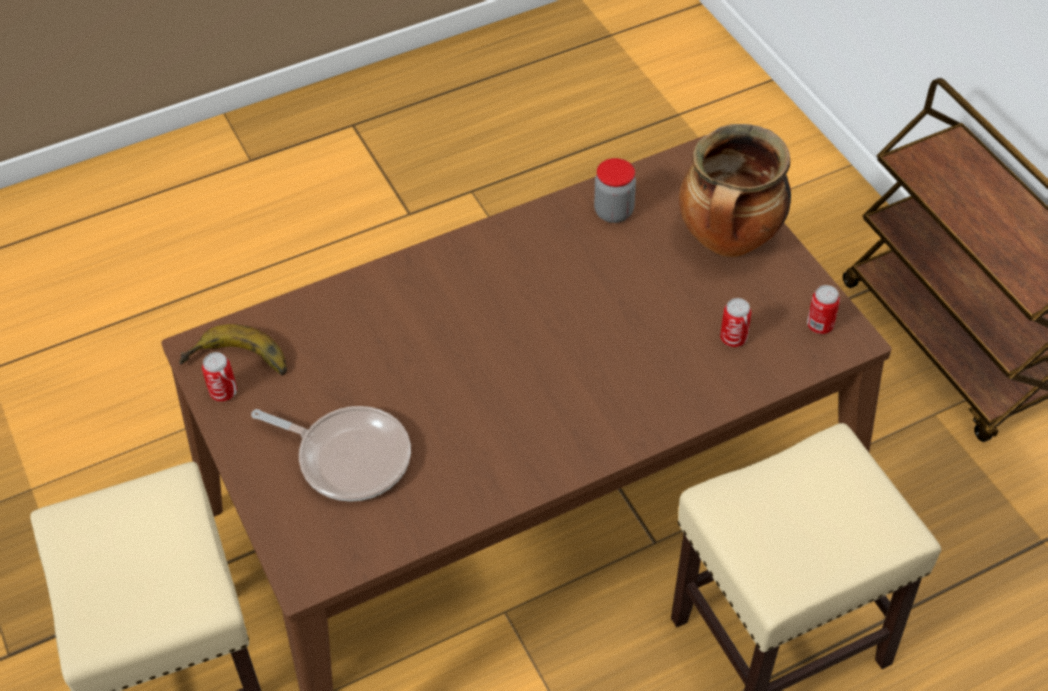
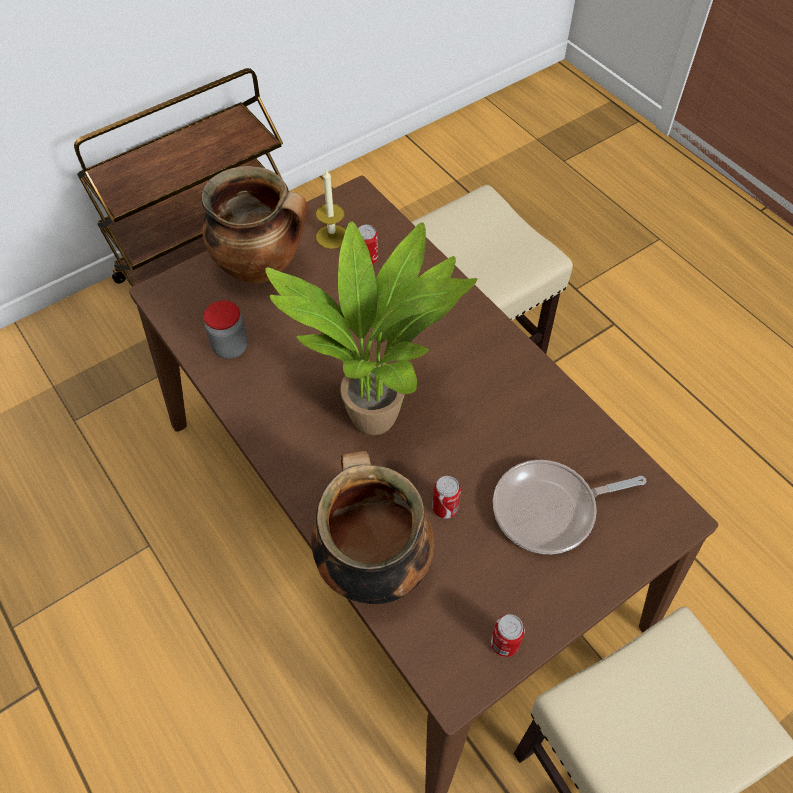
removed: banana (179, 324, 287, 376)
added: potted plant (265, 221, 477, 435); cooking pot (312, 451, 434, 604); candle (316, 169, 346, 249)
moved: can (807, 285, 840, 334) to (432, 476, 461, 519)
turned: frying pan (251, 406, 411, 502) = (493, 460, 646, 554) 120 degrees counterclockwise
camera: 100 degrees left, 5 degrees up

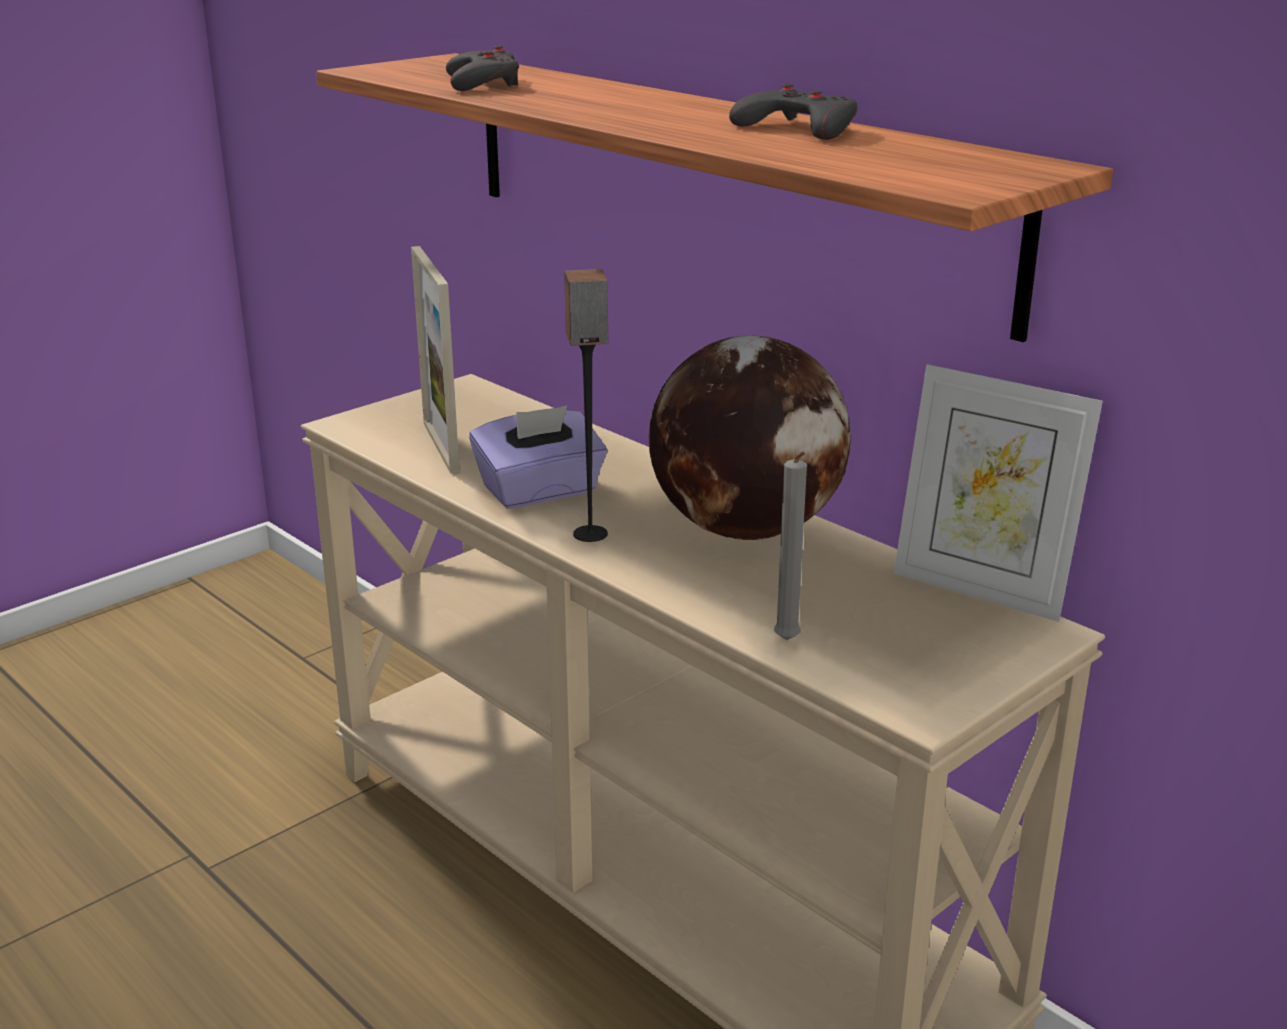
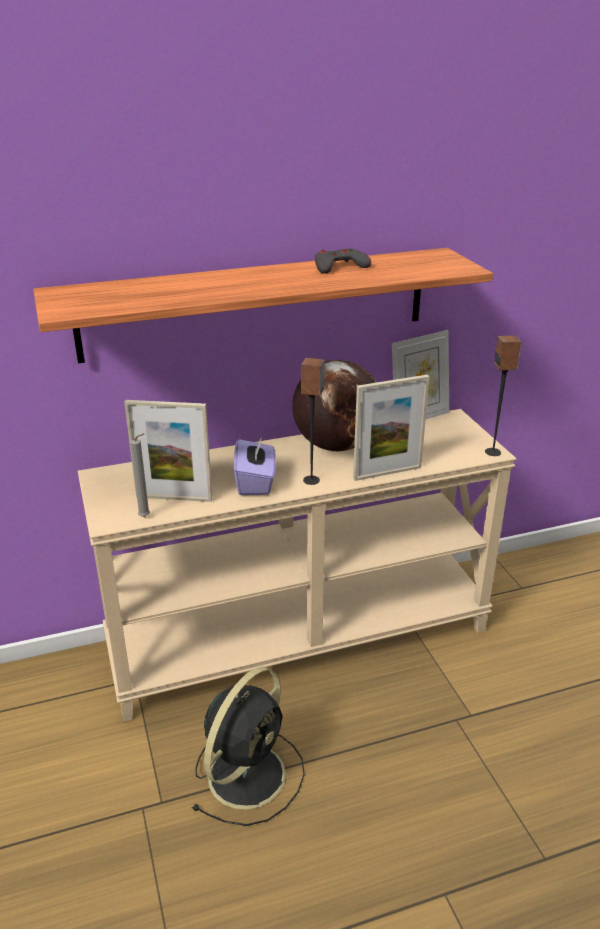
removed: game controller (grey) (446, 46, 519, 91)
added: fan (black) (191, 667, 305, 826); picture frame (353, 375, 430, 481); speaker (485, 335, 521, 456)
moved: candle (grey) (774, 451, 807, 640) to (130, 433, 150, 517)
camera: 65 degrees left, 5 degrees up

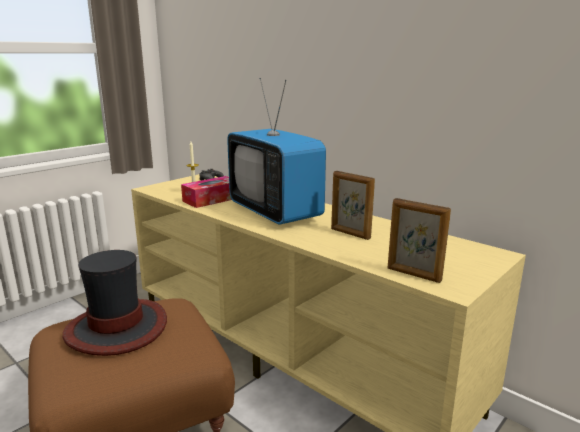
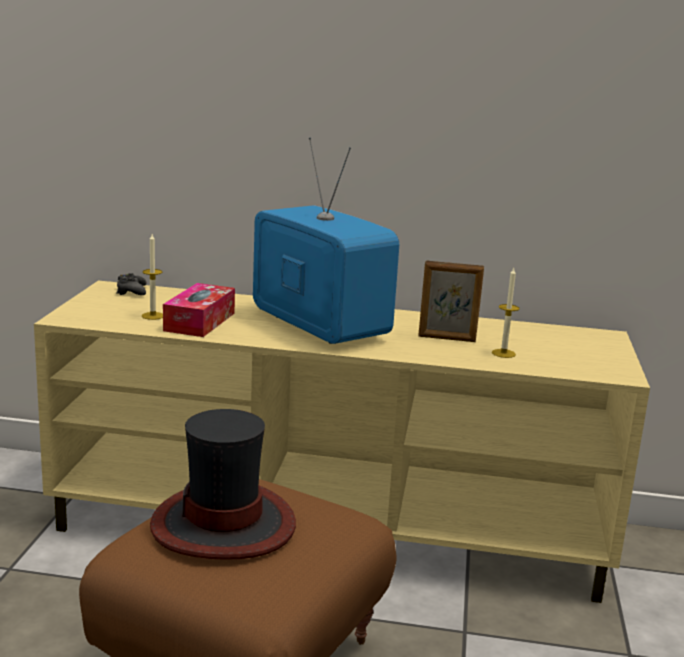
removed: picture frame (388, 198, 451, 283)
added: candle (492, 268, 520, 358)
turned: television (227, 78, 326, 225) = (253, 138, 399, 344) 150 degrees counterclockwise
camera: 35 degrees left, 0 degrees up

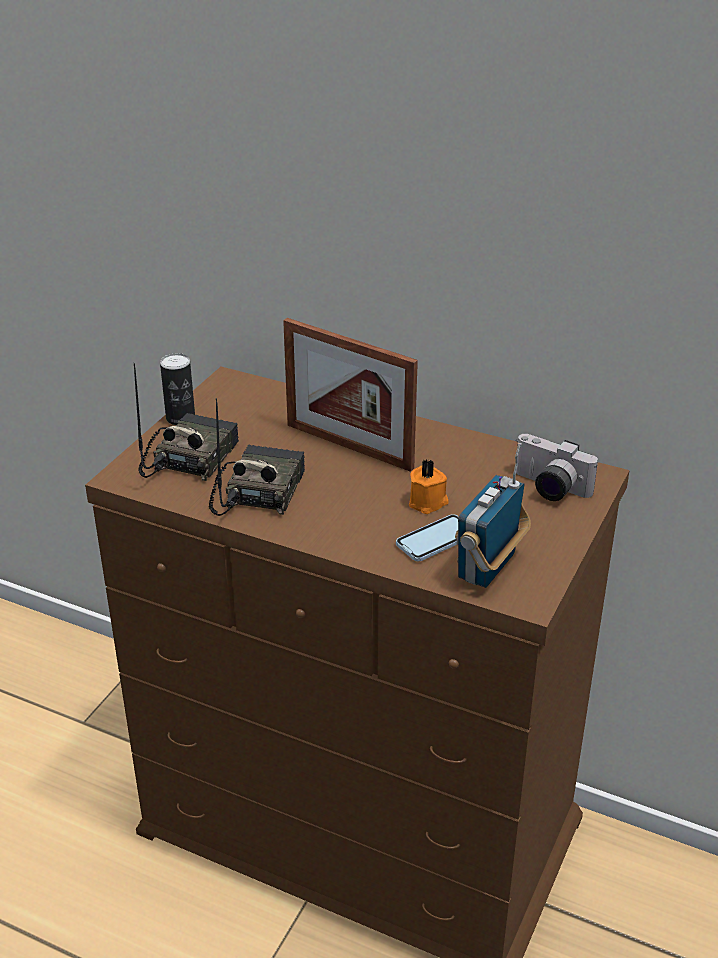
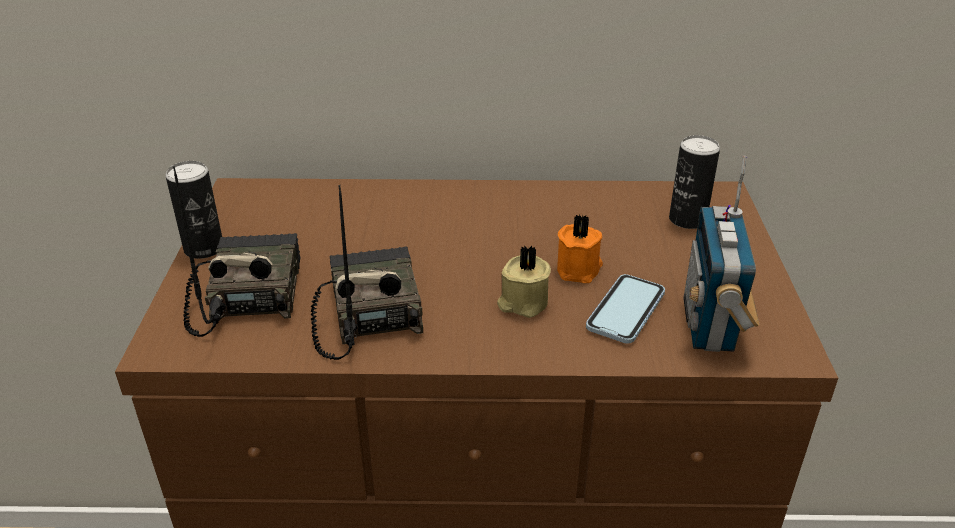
removed: picture frame (283, 318, 418, 472)
added: candle (beige) (497, 245, 551, 318)
replaced: photo camera (516, 434, 598, 501) to can (669, 135, 720, 229)
camera: 25 degrees left, 0 degrees up

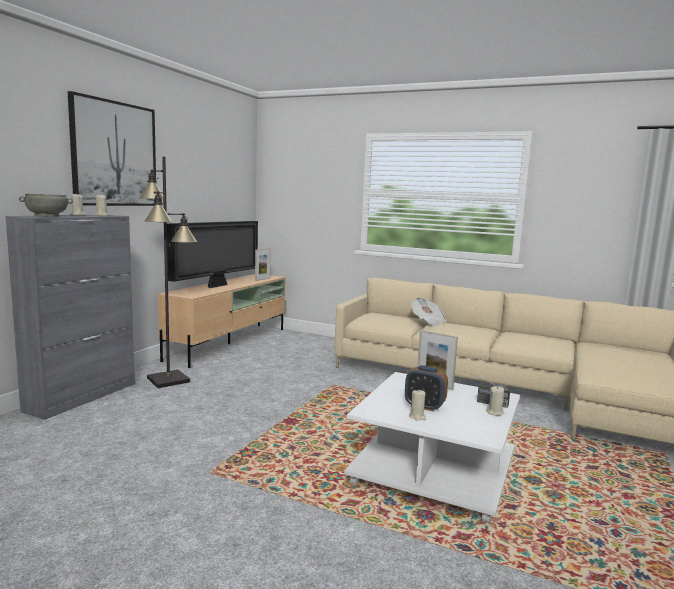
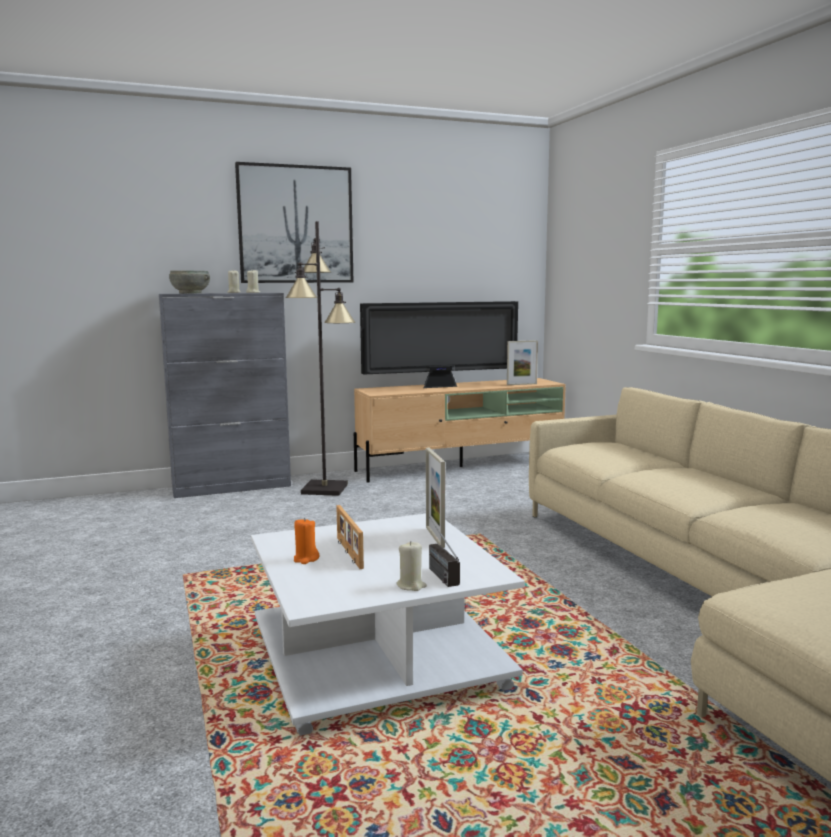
removed: newspaper (411, 298, 447, 326)
replaced: alarm clock (405, 365, 448, 411) to picture frame (336, 505, 364, 569)
recoloured: candle (beige) (409, 389, 426, 421) to candle (orange) (294, 518, 319, 564)
camera: 45 degrees right, 0 degrees up

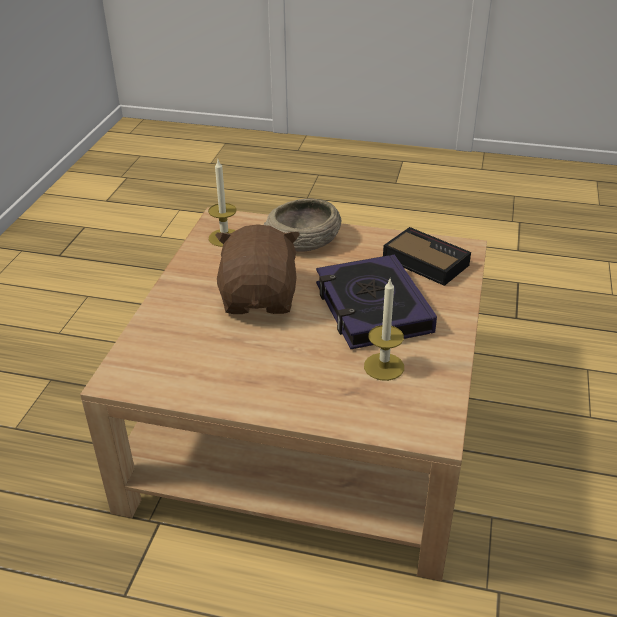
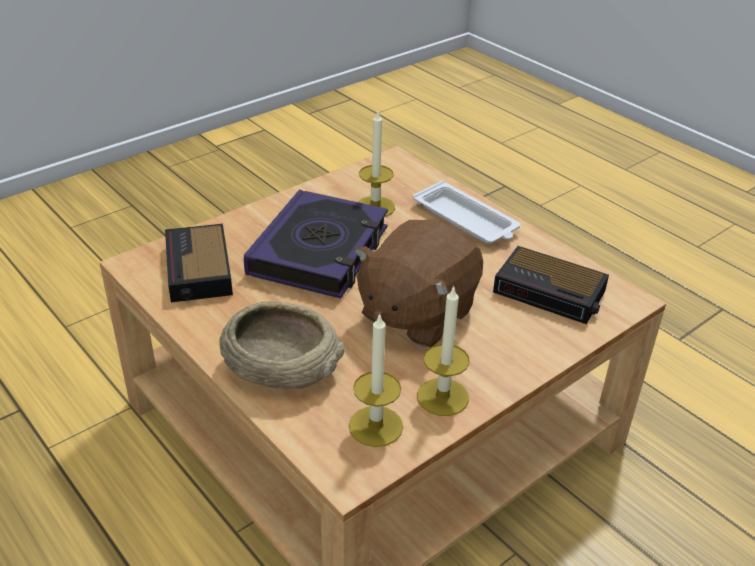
added: tray (white) (413, 181, 521, 244); candle (417, 285, 470, 416); alarm clock (493, 246, 609, 324)
camera: 145 degrees left, 0 degrees up

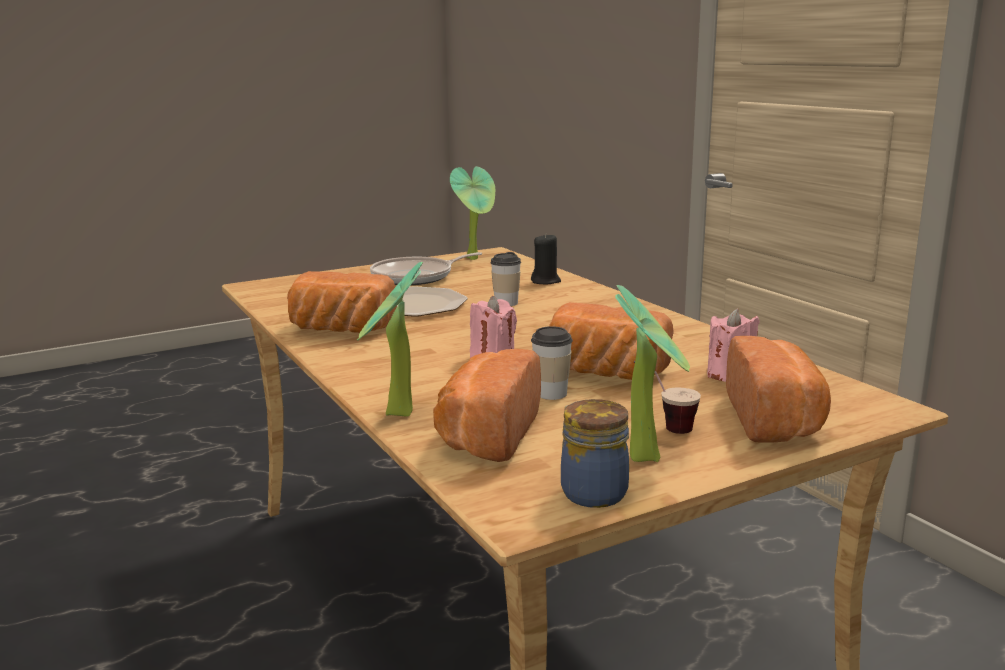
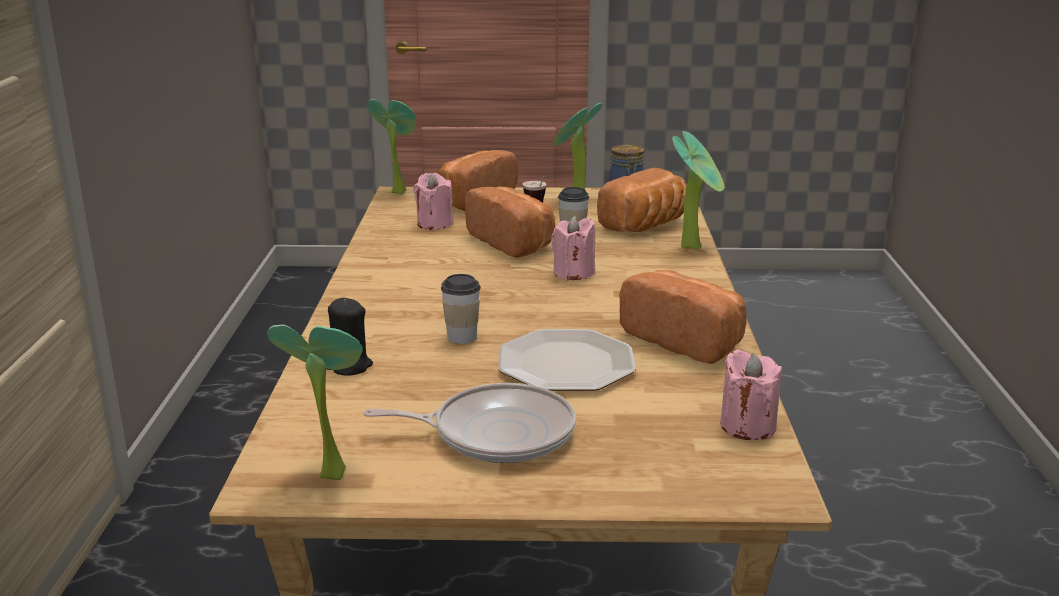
added: potted plant (367, 99, 416, 194); candle (pink) (720, 350, 782, 440)
camera: 150 degrees left, 5 degrees up

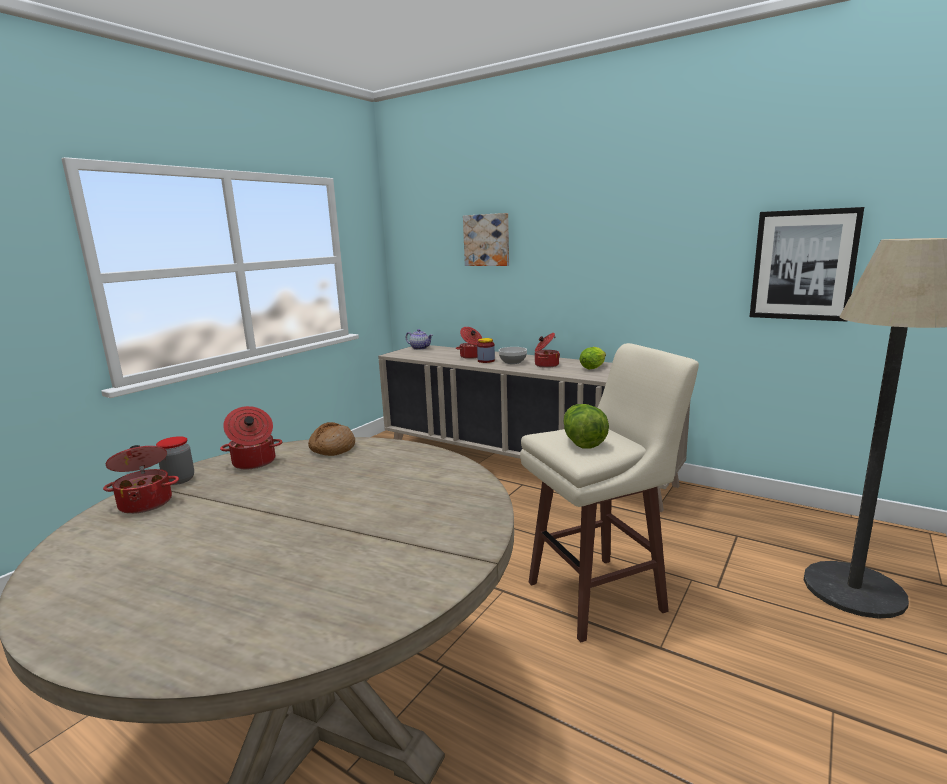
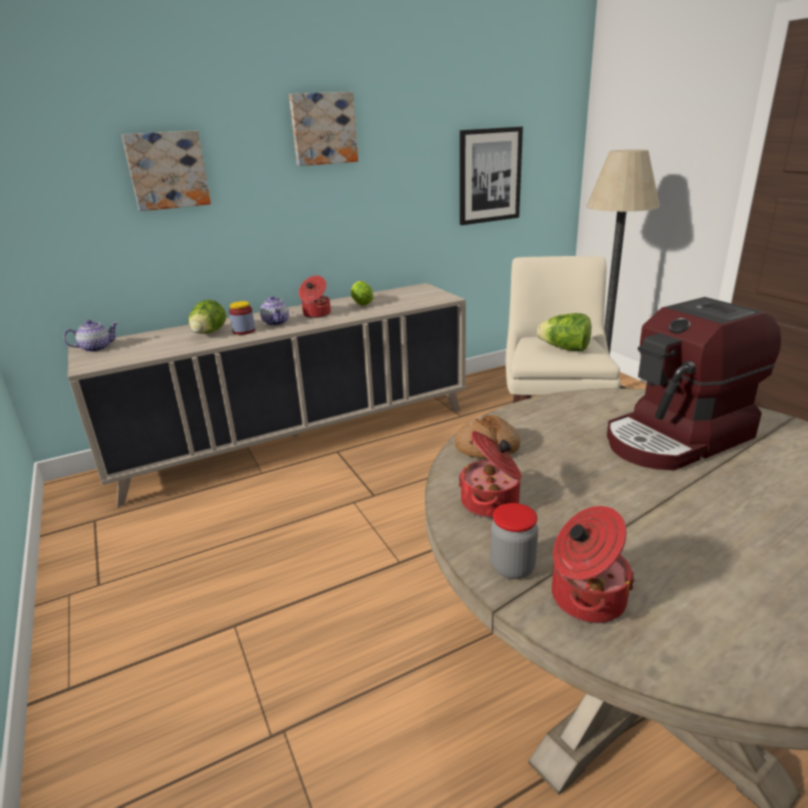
added: picture (289, 92, 358, 166); coffee machine (607, 297, 781, 470)
replaced: cooking pot (456, 327, 482, 359) to lettuce (189, 300, 226, 334); bowl (499, 347, 527, 364) to teapot (260, 296, 289, 326)
camera: 60 degrees left, 10 degrees up

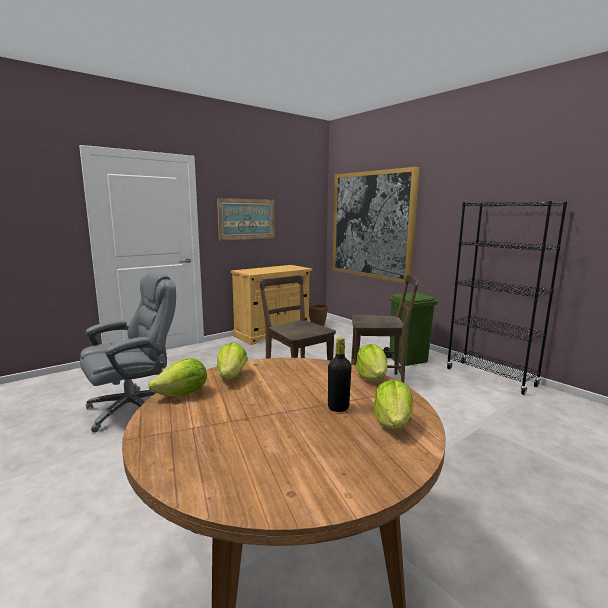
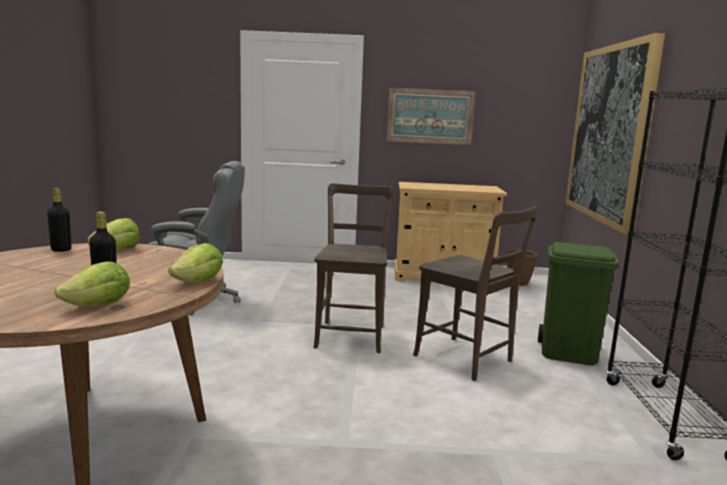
replaced: lettuce (148, 358, 207, 396) to bottle (black) (47, 188, 71, 252)
camera: 40 degrees right, 0 degrees up

